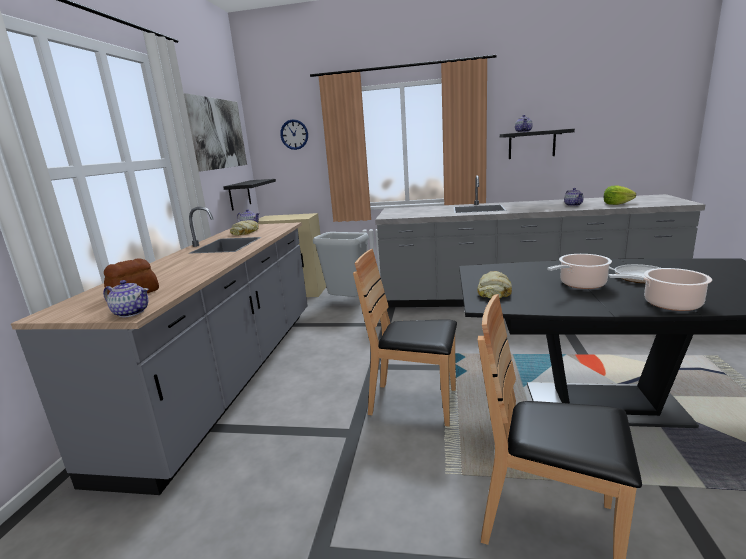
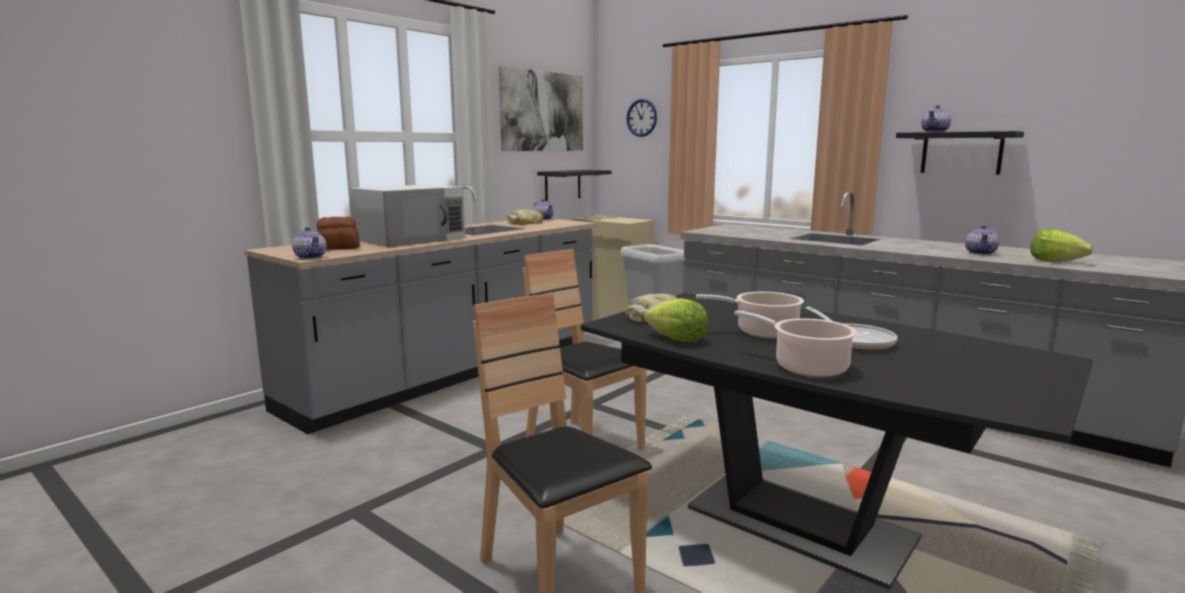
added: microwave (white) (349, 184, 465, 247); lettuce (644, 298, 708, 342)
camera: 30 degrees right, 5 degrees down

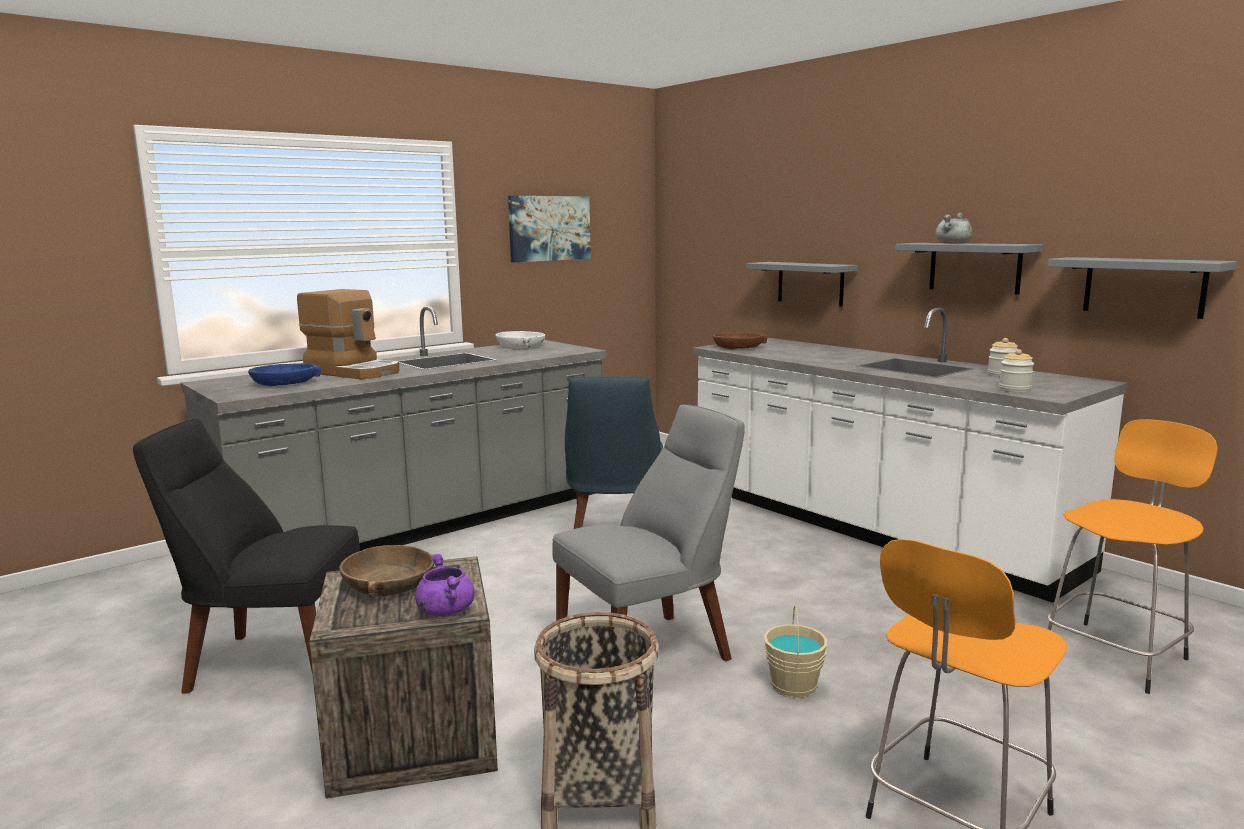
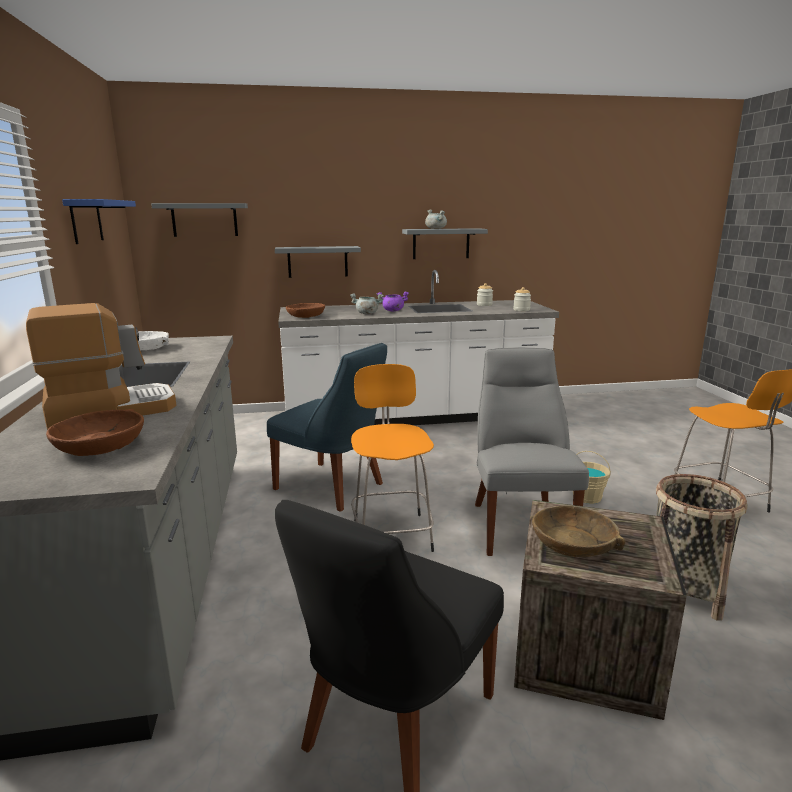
added: cooking pot (grey) (350, 294, 384, 314)
moved: shelf (grey) (1048, 257, 1237, 319) to (151, 203, 248, 237); stool (orange) (1048, 419, 1217, 694) to (351, 364, 434, 552); cooking pot (purple) (415, 554, 475, 616) to (377, 292, 409, 311)
replaced: picture (508, 196, 591, 262) to shelf (blue) (62, 199, 136, 244)
recoloured: bowl (blue) (248, 363, 321, 386) to bowl (brown) (46, 409, 144, 456)
camera: 60 degrees left, 5 degrees up

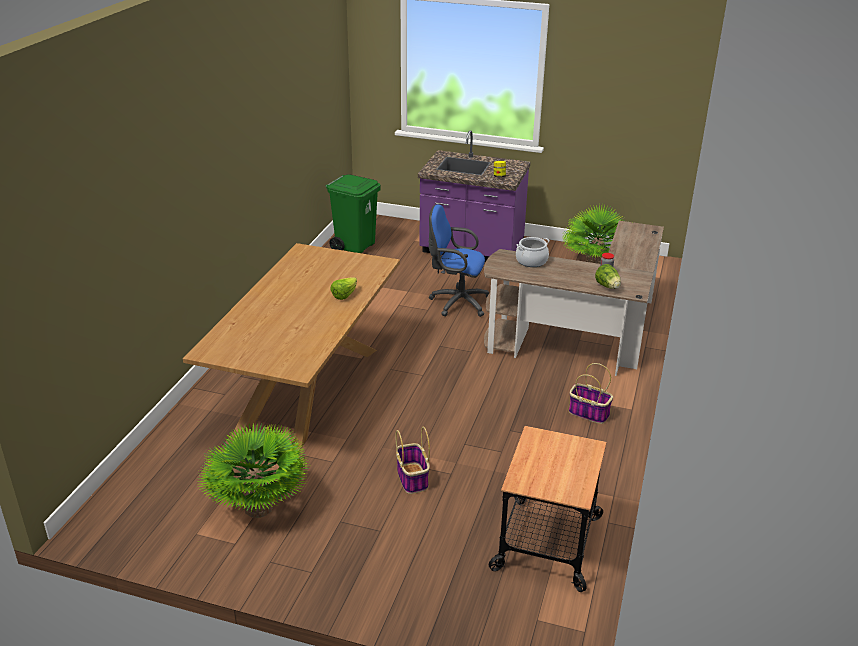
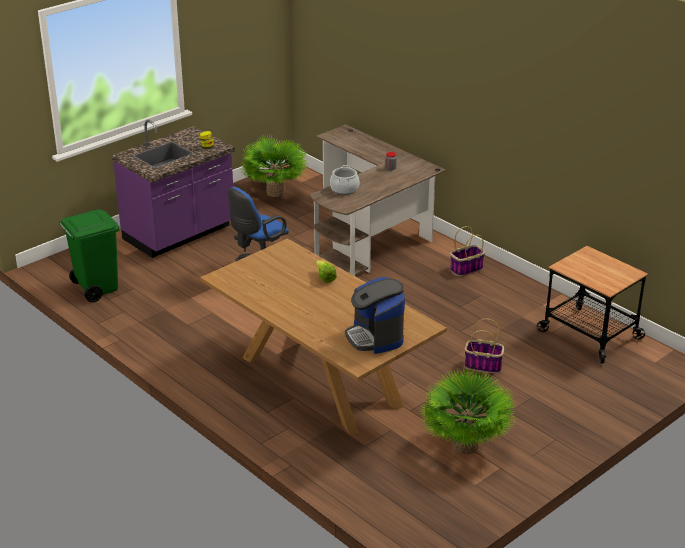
removed: lettuce (595, 264, 621, 289)
added: coffee machine (345, 277, 405, 354)
camera: 60 degrees left, 0 degrees up

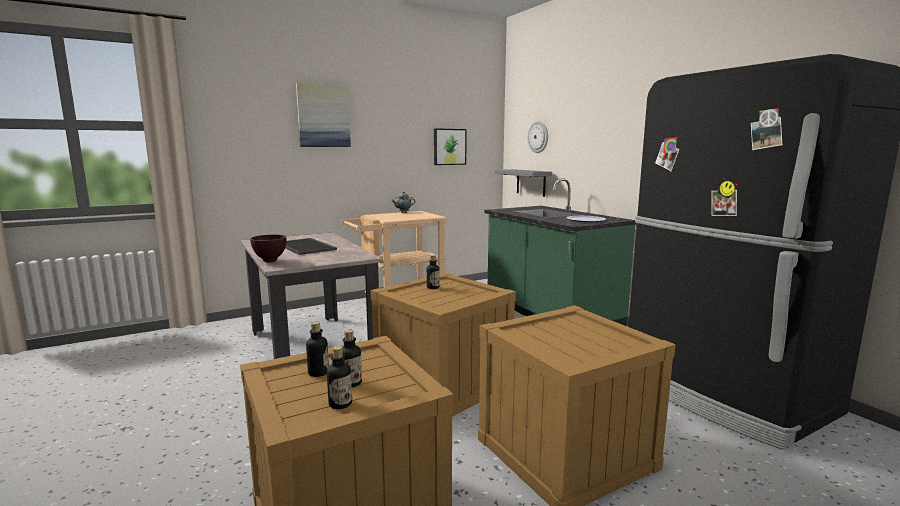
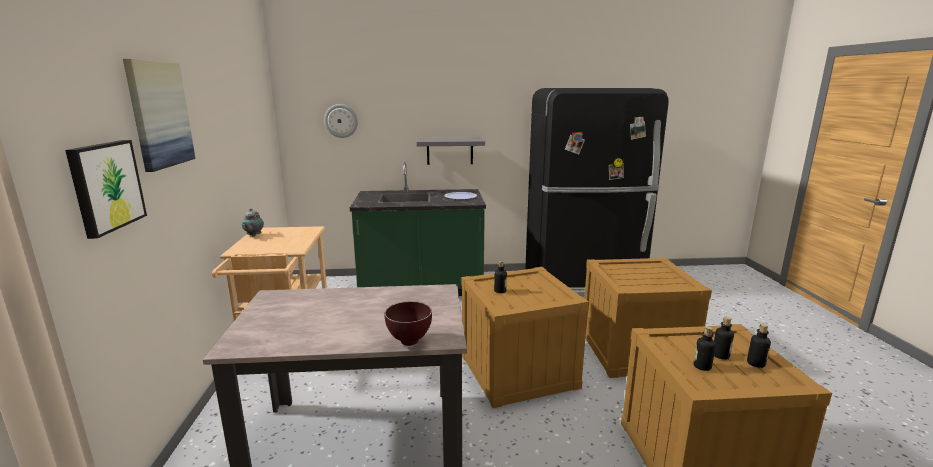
removed: tray (285, 238, 337, 255)
moved: picture (434, 128, 467, 165) to (65, 140, 147, 239); shelf (grey) (495, 169, 552, 197) to (417, 139, 485, 165)
camera: 65 degrees left, 5 degrees up

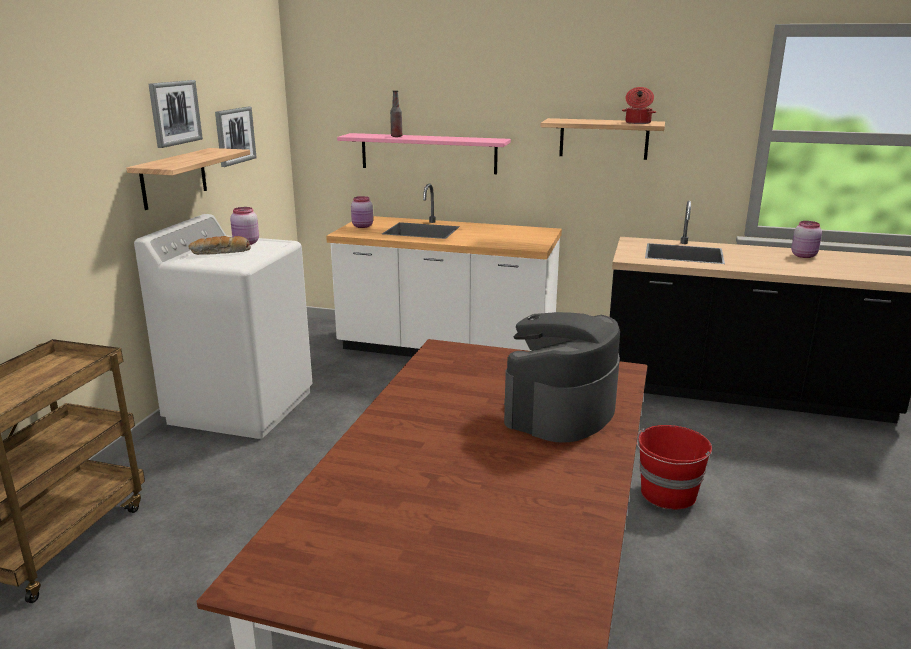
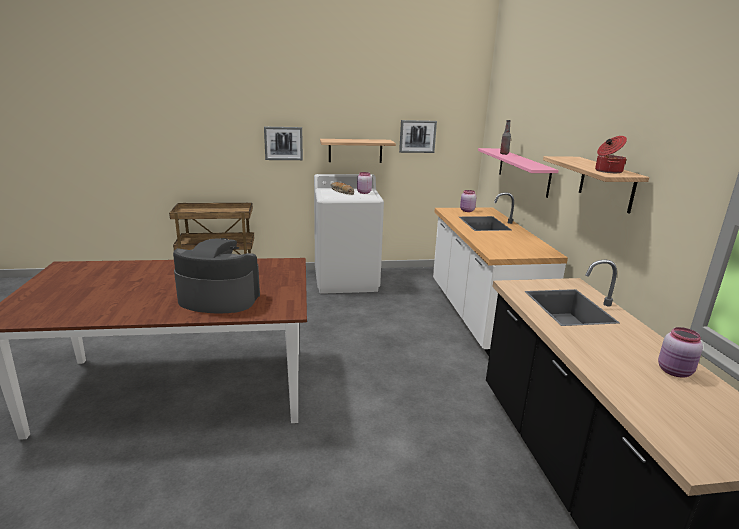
removed: bucket (red) (637, 425, 712, 509)
moved: picture (148, 80, 203, 148) to (264, 127, 303, 160)
camera: 65 degrees right, 0 degrees up

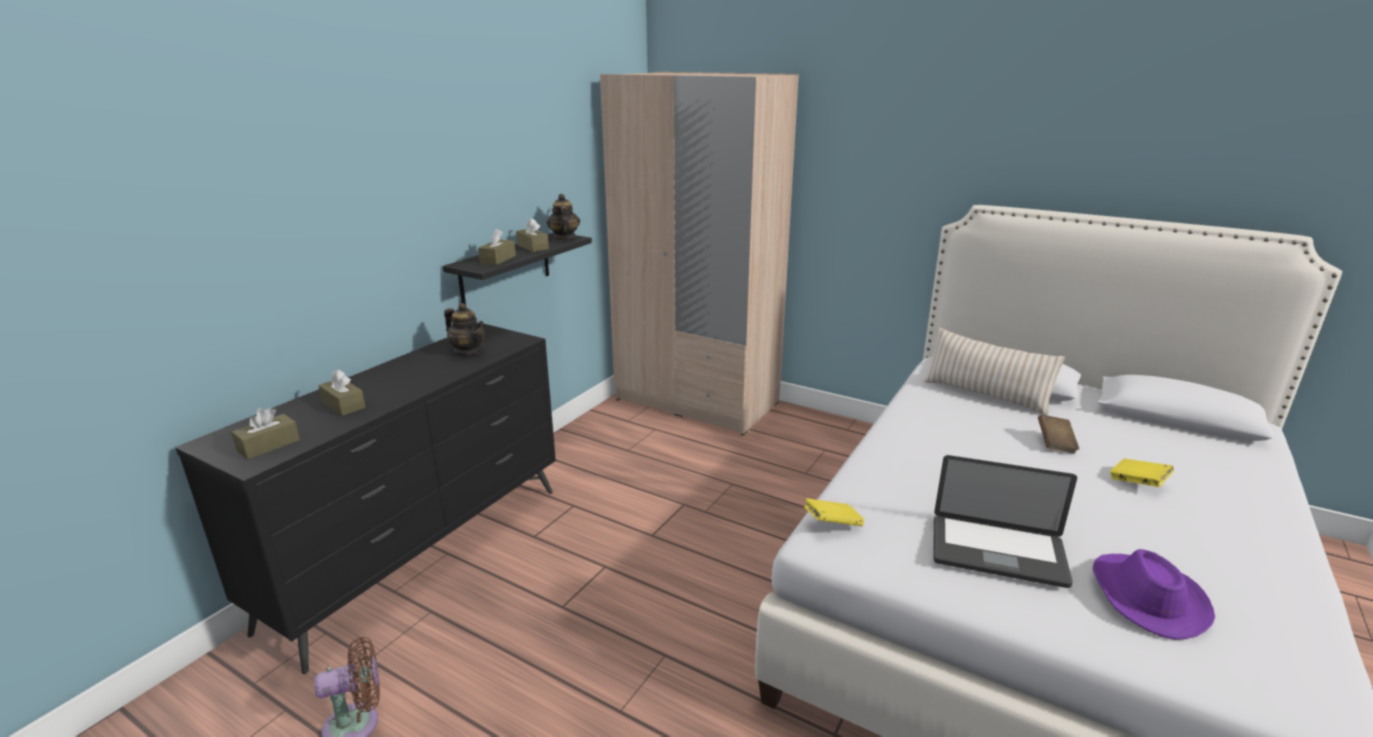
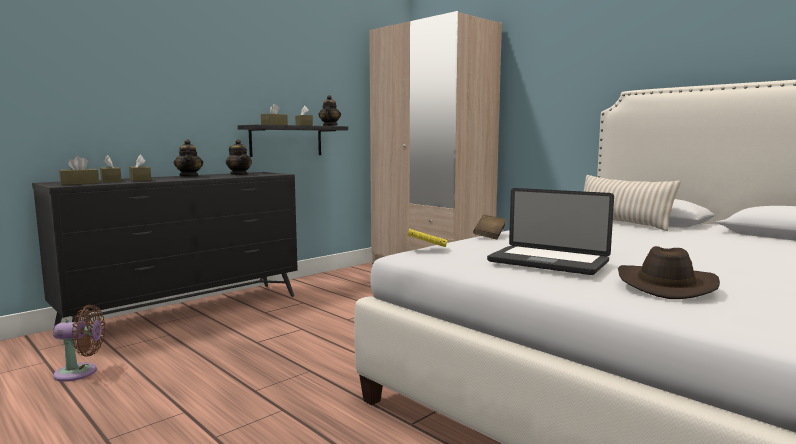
removed: book (yellow) (1110, 459, 1174, 487)
added: tissue box (brown) (100, 155, 121, 182); teapot (174, 139, 203, 177)
moved: book (brown) (1038, 415, 1079, 454) to (473, 215, 506, 239)
recoloured: hat (purple) (1093, 549, 1215, 640) to hat (brown) (618, 246, 720, 299)
camera: 15 degrees right, 15 degrees down

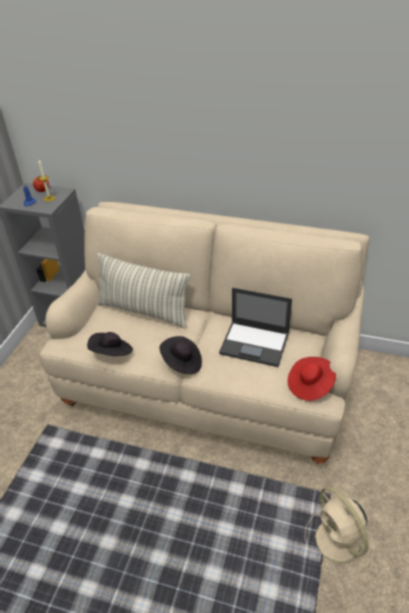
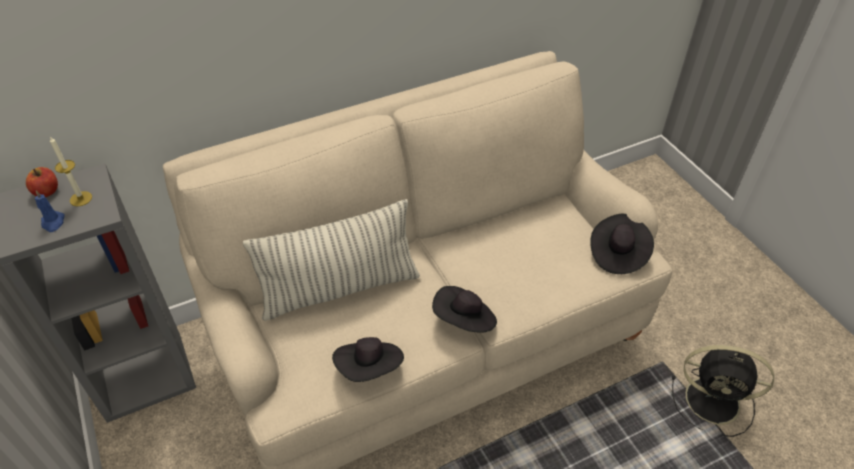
removed: laptop (219, 288, 292, 367)
recoloured: hat (red) (288, 357, 336, 401) to hat (black) (590, 214, 654, 274); fan (beige) (305, 487, 374, 576) to fan (black) (672, 345, 774, 437)
camera: 45 degrees left, 5 degrees up

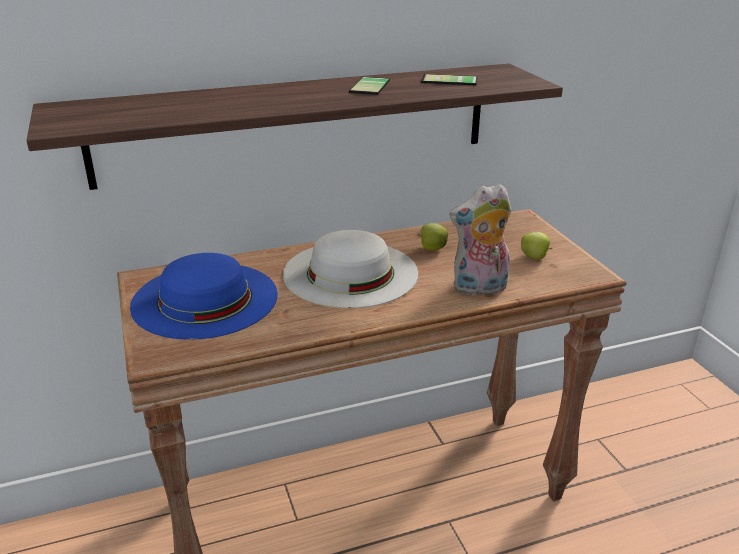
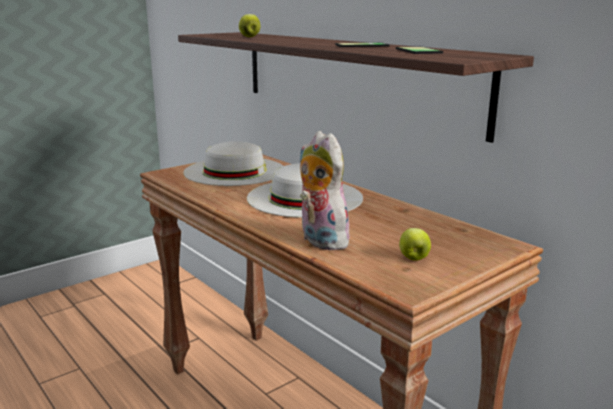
moved: apple (418, 223, 448, 250) to (239, 14, 261, 37)
recoloured: hat (blue) (130, 253, 278, 340) to hat (white) (183, 141, 283, 186)
camera: 70 degrees right, 10 degrees down

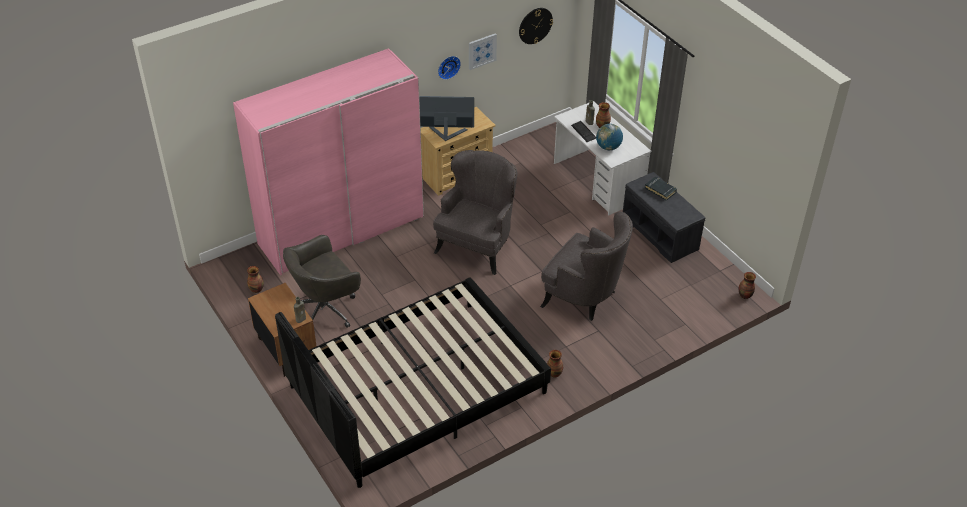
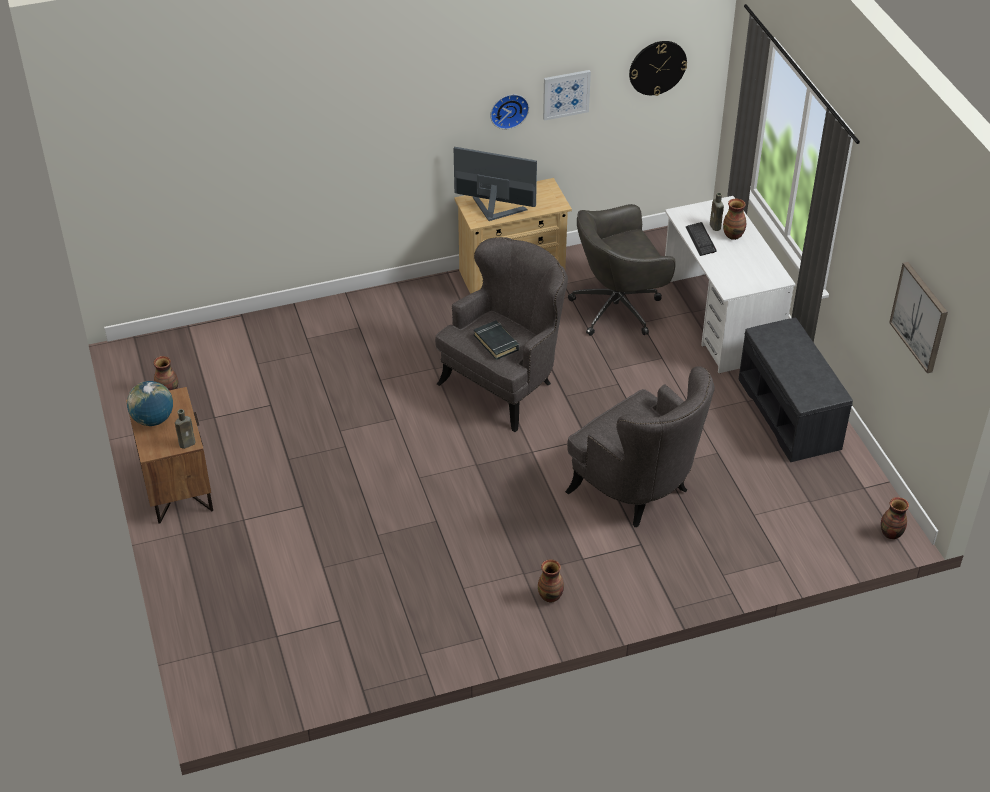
removed: wardrobe (pink) (233, 48, 424, 275); bed (black) (275, 277, 551, 488)
added: picture (889, 262, 948, 373)
moved: globe (596, 124, 623, 150) to (127, 381, 173, 426); book (black) (645, 176, 677, 200) to (474, 320, 519, 360); office chair (grey) (283, 235, 361, 328) to (568, 204, 676, 336)
camera: 15 degrees right, 0 degrees up

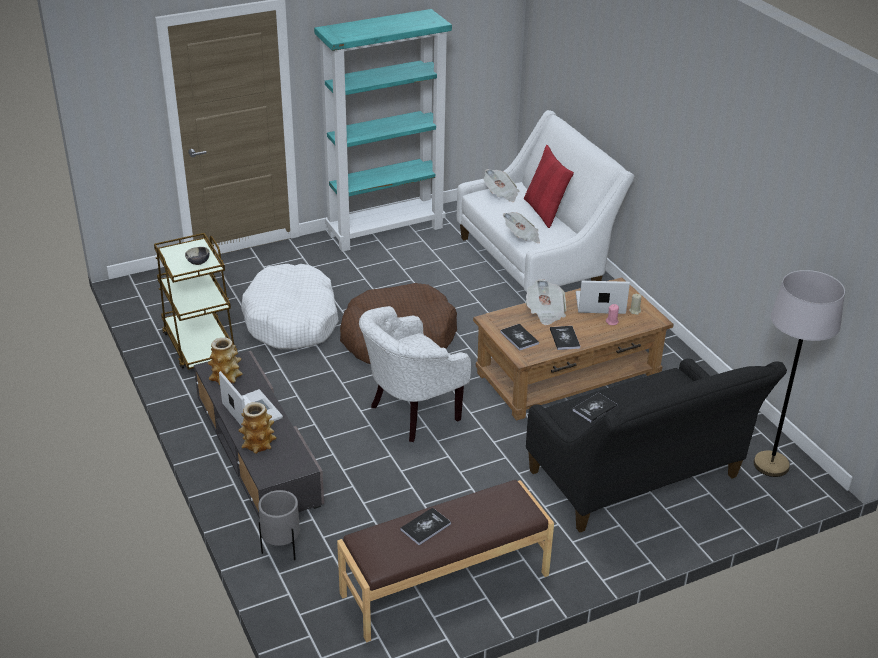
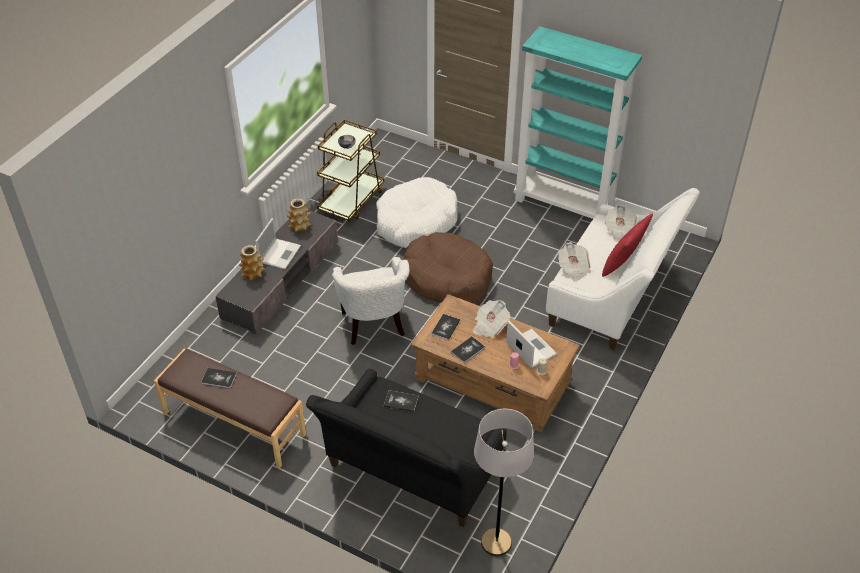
removed: planter (grey) (258, 490, 300, 560)
turned: armchair (white) (359, 306, 471, 442) = (332, 257, 410, 345) 120 degrees counterclockwise
camera: 55 degrees right, 10 degrees up

